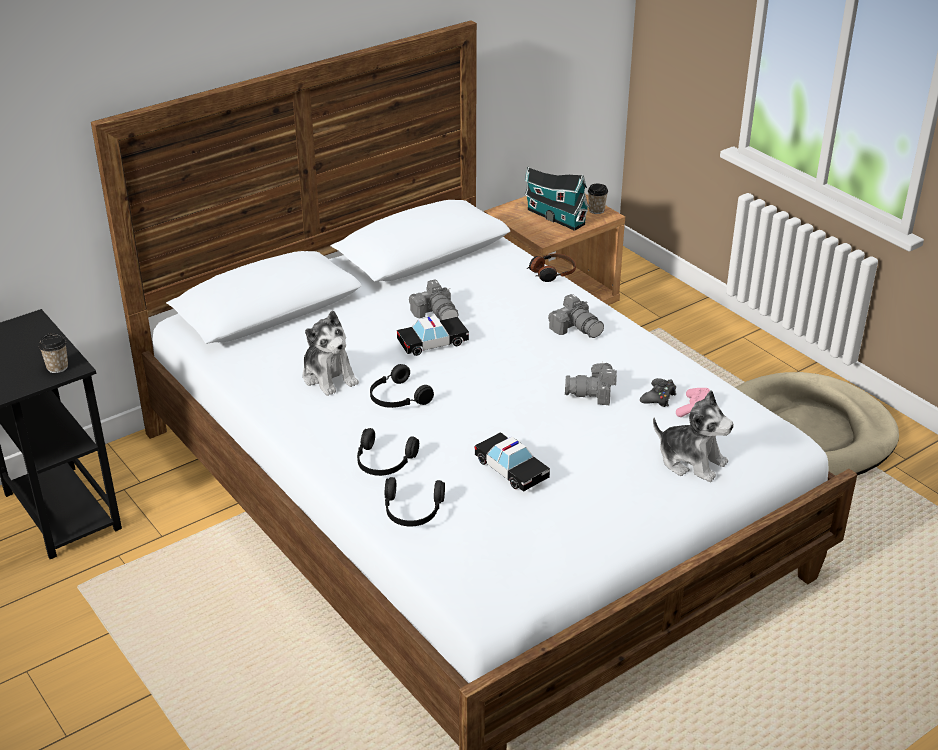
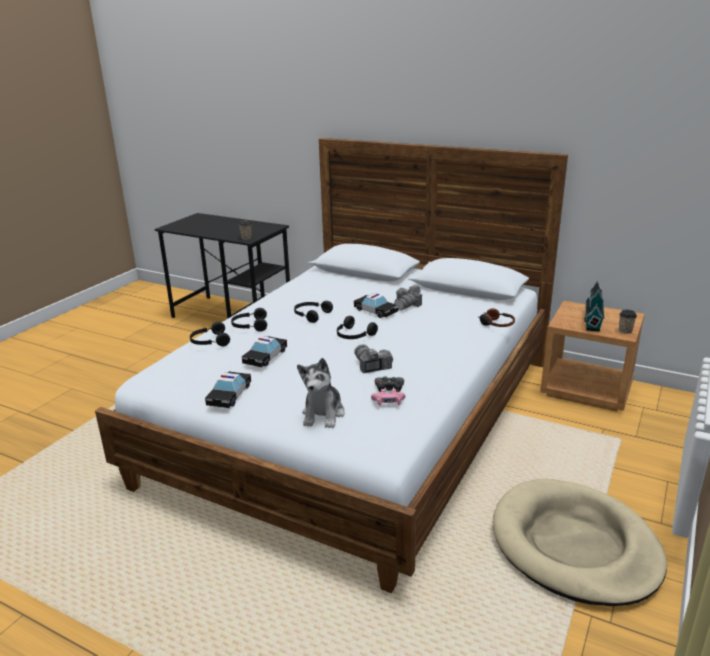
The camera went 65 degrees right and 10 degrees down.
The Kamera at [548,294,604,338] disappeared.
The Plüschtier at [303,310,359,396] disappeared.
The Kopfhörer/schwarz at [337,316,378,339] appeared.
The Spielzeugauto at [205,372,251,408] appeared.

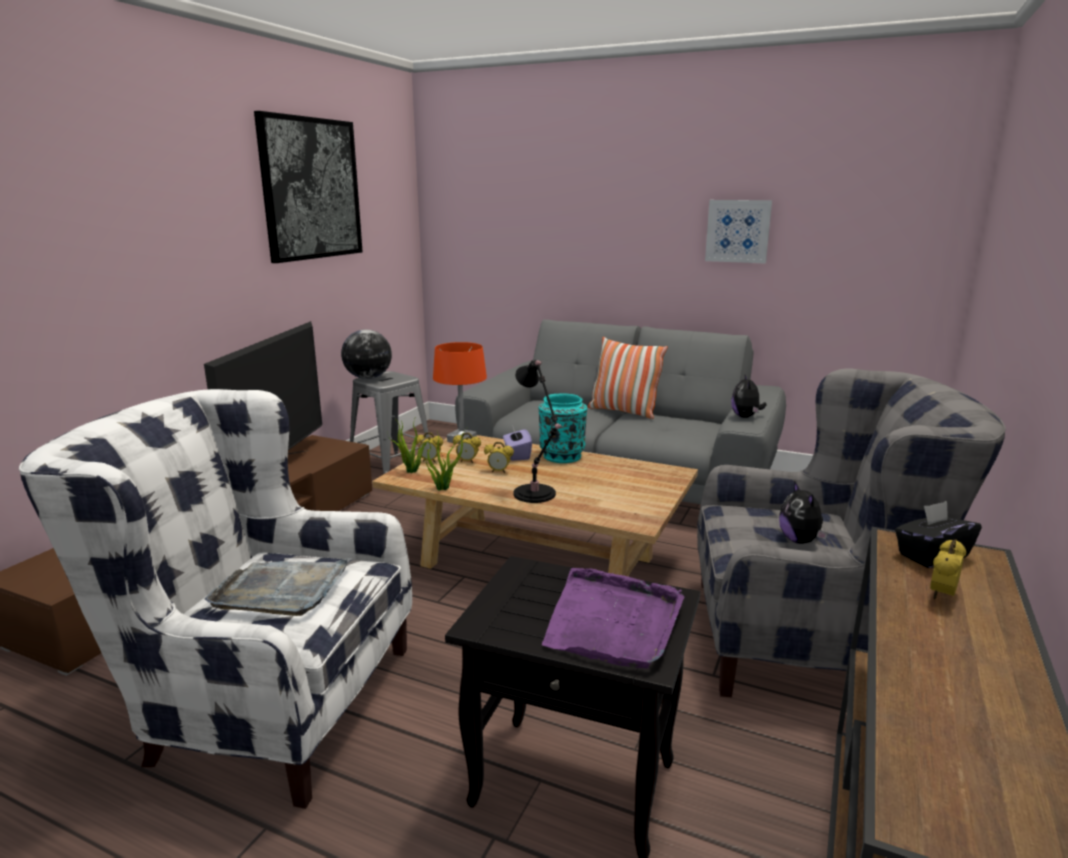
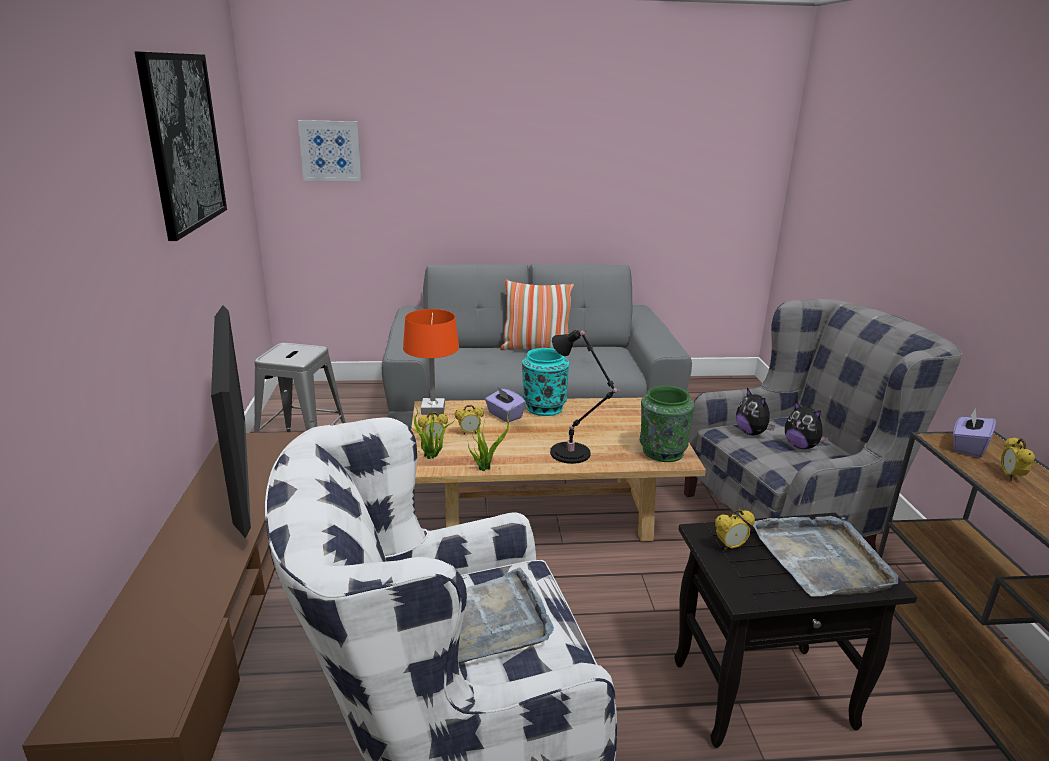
The camera went 30 degrees left and 5 degrees up.
The Bild moved from [705,200,772,263] to [298,120,362,181].
The Globus at [341,329,392,379] disappeared.
The Plüschtier moved from [731,375,766,418] to [736,388,775,435].
The Wecker moved from [484,442,514,473] to [715,509,755,551].
The Taschentuchbox/schwarz at [895,501,982,568] became the Taschentuchbox/lila at [953,407,996,458].
The Tablett/lila at [542,568,684,669] became the Tablett/grau at [753,516,898,596].
The Vase/grün at [640,386,695,462] appeared.

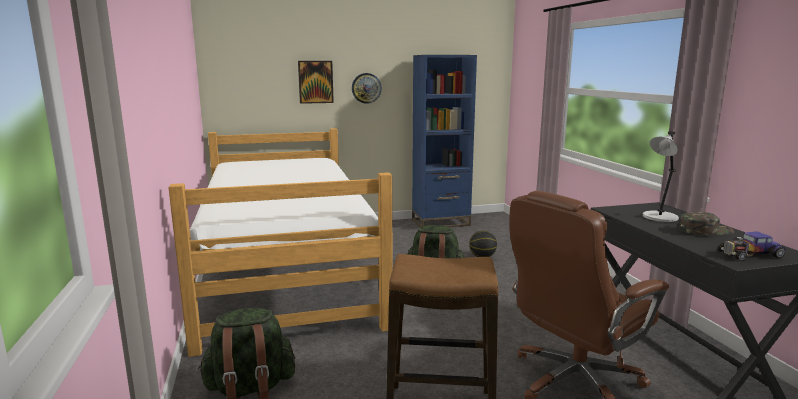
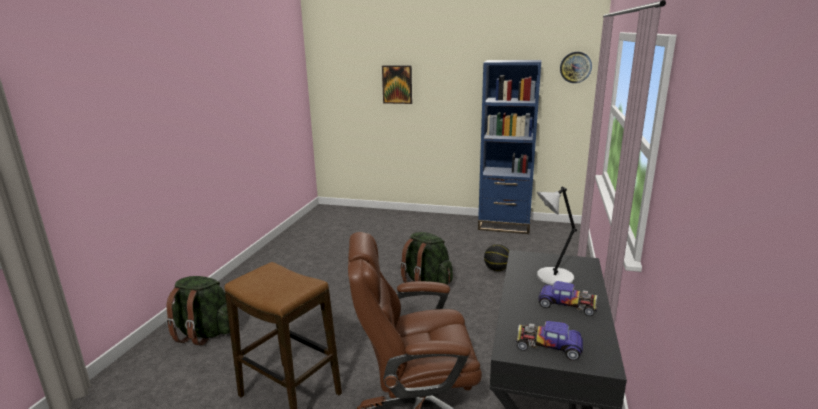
The camera went 30 degrees right and 5 degrees up.
The Wanduhr moved from [352,73,381,104] to [560,52,592,83].
The Bett at [168,128,392,357] disappeared.
The Kappe/grün at [679,212,734,235] was replaced by the Spielzeugauto at [538,281,597,316].

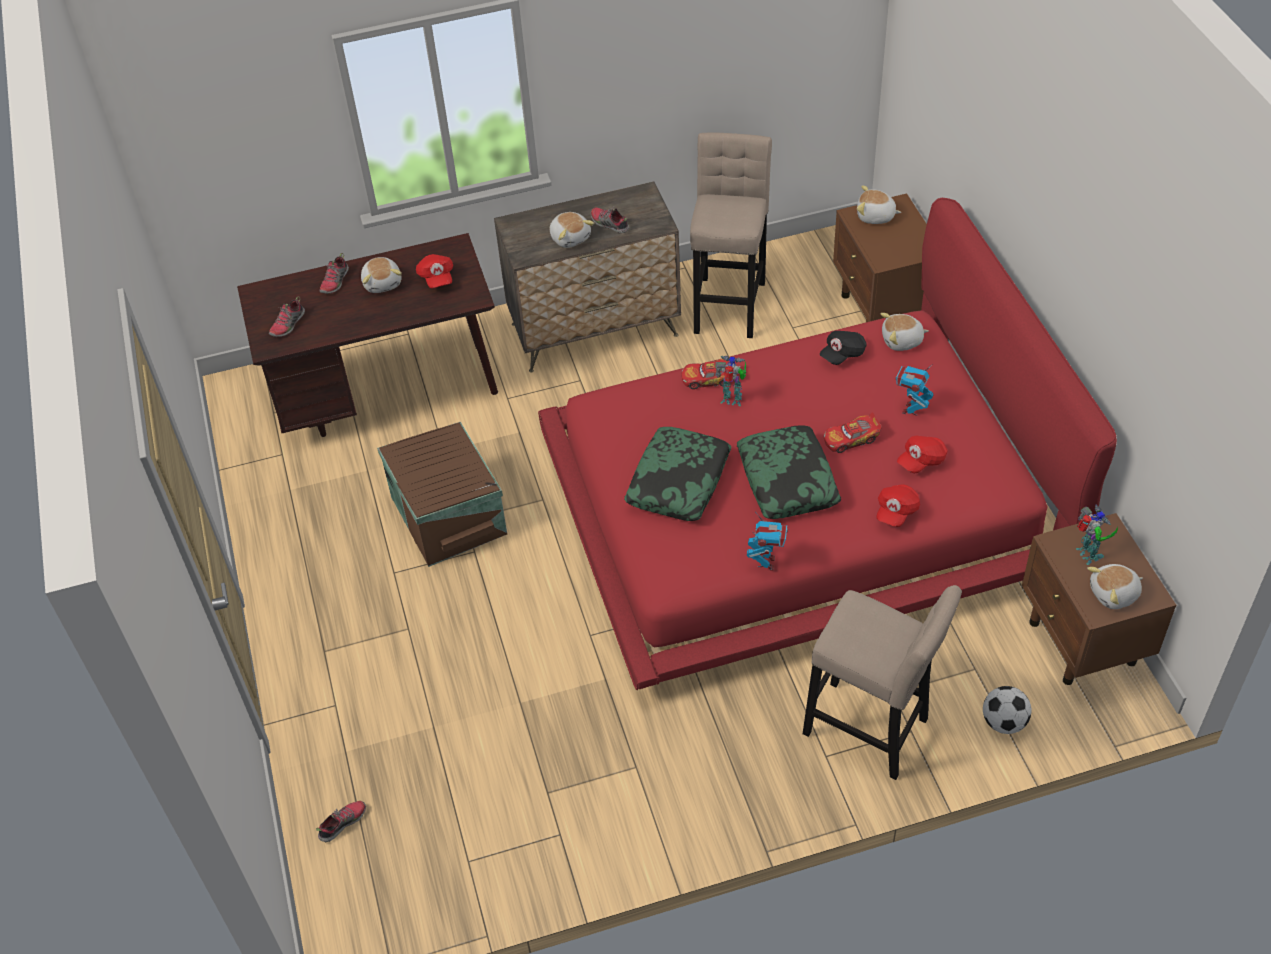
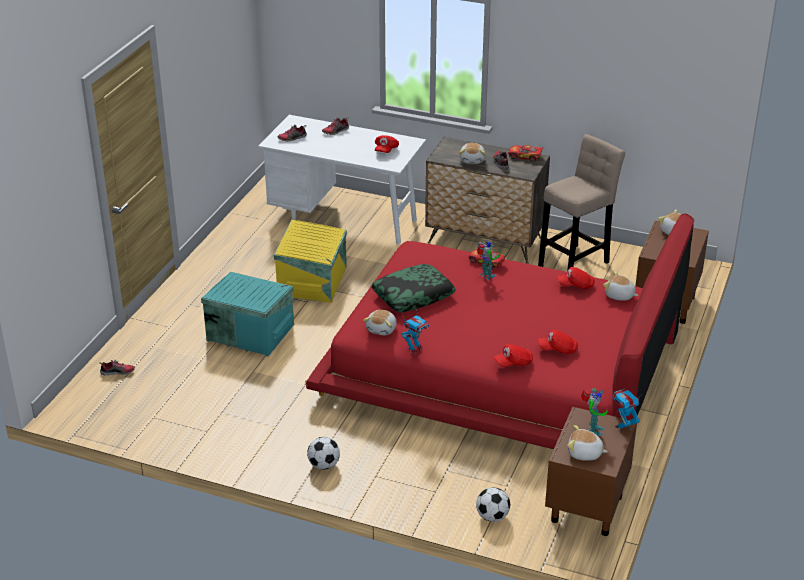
The camera went 35 degrees right and 15 degrees down.
The Schreibtisch/braun at [237,233,498,437] became the Schreibtisch/weiß at [258,115,426,244].
The Plüschtier moved from [361,257,402,293] to [363,310,396,335].
The Kappe/schwarz at [820,331,867,365] became the Kappe/rot at [557,267,595,289].
The Spielzeugroboter moved from [895,364,934,416] to [613,389,642,433].
The Spielzeugauto moved from [824,413,882,453] to [508,145,544,162].
The Aufbewahrungsbox/braun at [377,422,507,567] became the Aufbewahrungsbox/gelb at [274,220,347,303].
The Kissen at [737,425,841,519] disappeared.
The Hocker/beige at [803,585,962,780] disappeared.
The Aufbewahrungsbox/türkis at [201,272,294,357] appeared.
The Fußball at [307,437,340,470] appeared.

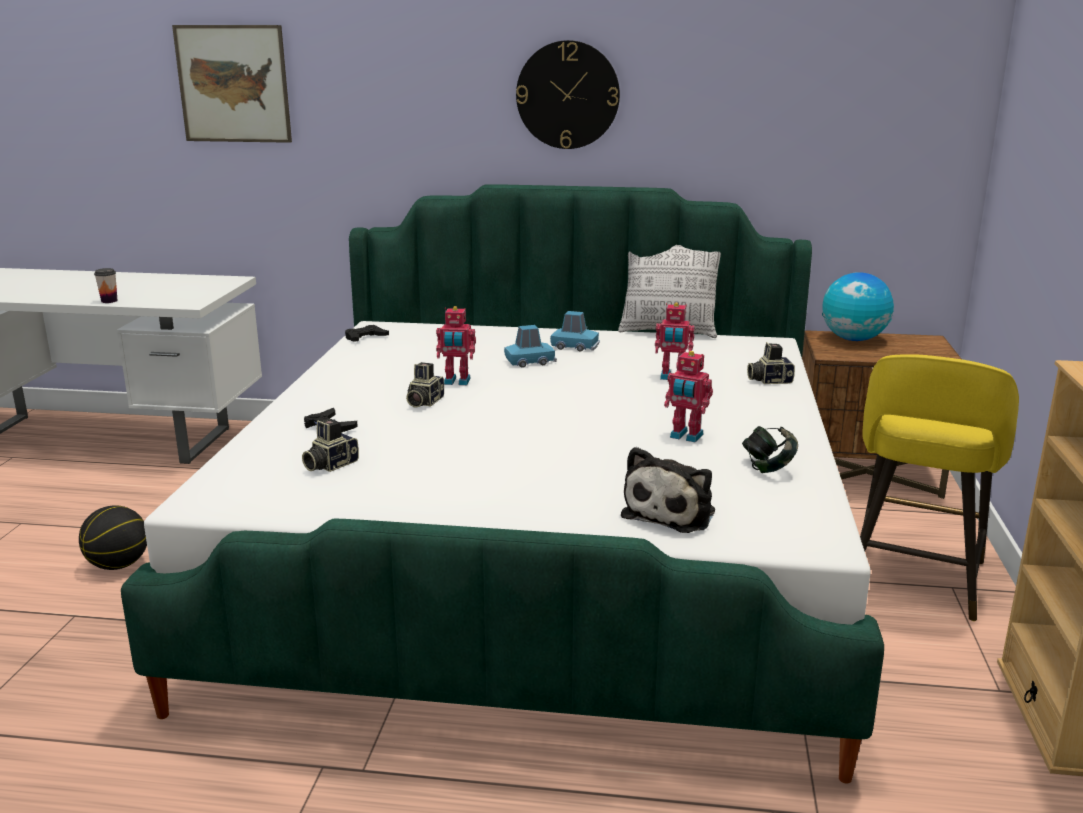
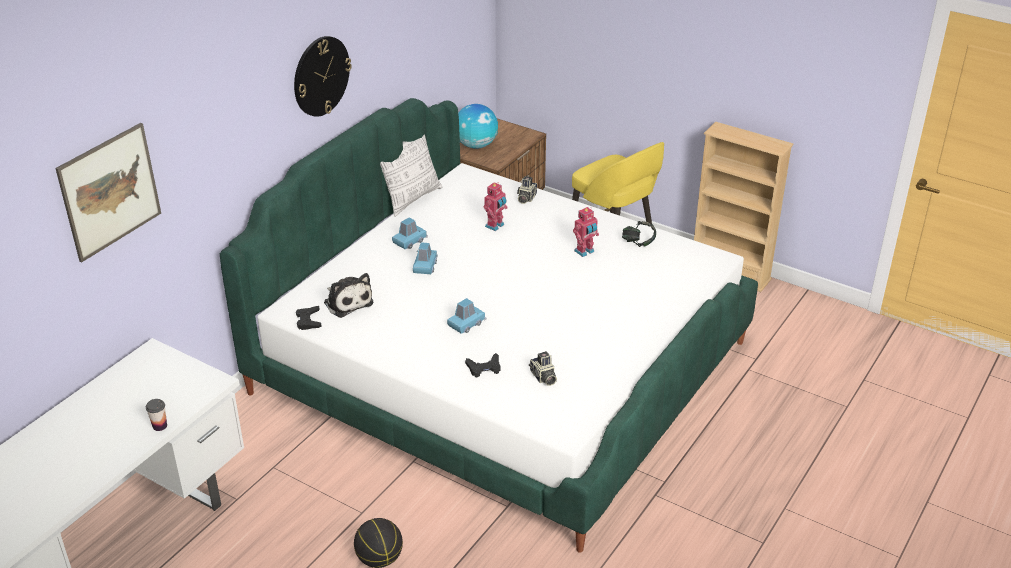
The camera went 65 degrees left and 15 degrees up.
The Spielzeugroboter at [436,306,476,385] disappeared.
The Kamera at [406,362,444,407] was replaced by the Spielzeugauto/blau at [447,298,486,334].
The Plüschtier moved from [621,447,715,533] to [324,273,373,318].

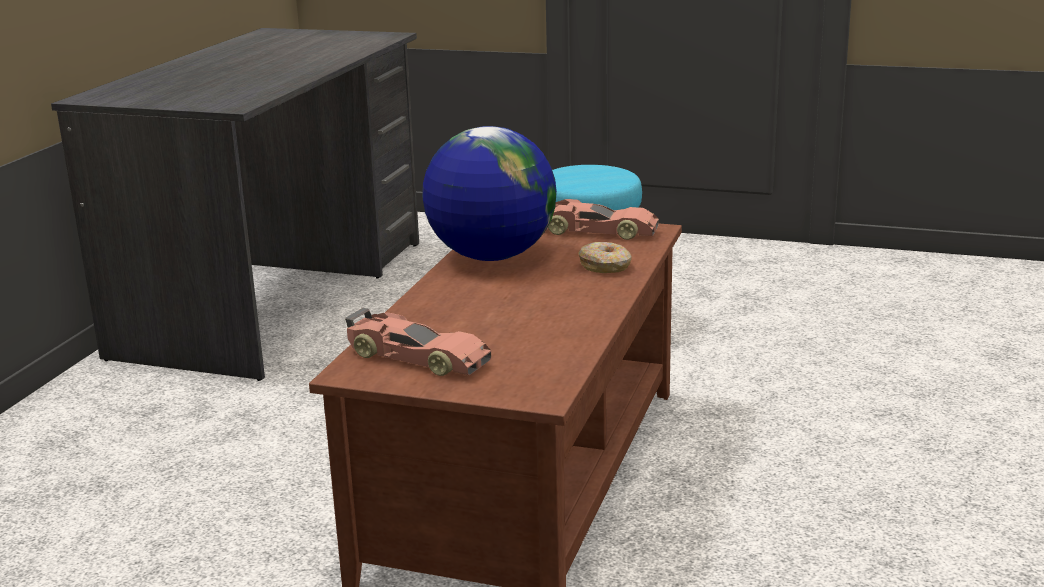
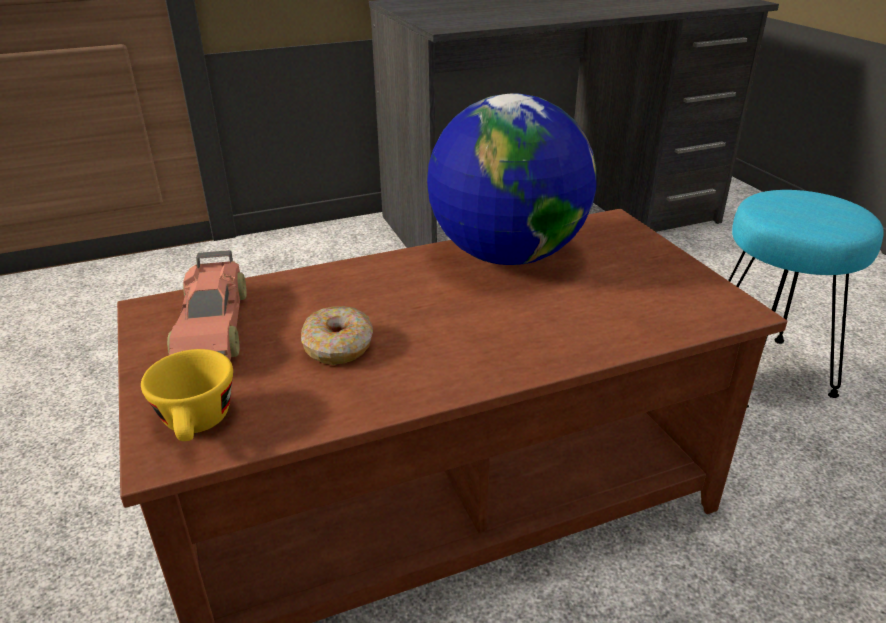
The camera went 50 degrees right and 10 degrees up.
The Spielzeugauto at [546,199,659,240] disappeared.
The Donut moved from [578,242,632,273] to [301,306,373,365].
The Tasse/gelb at [141,349,233,441] appeared.

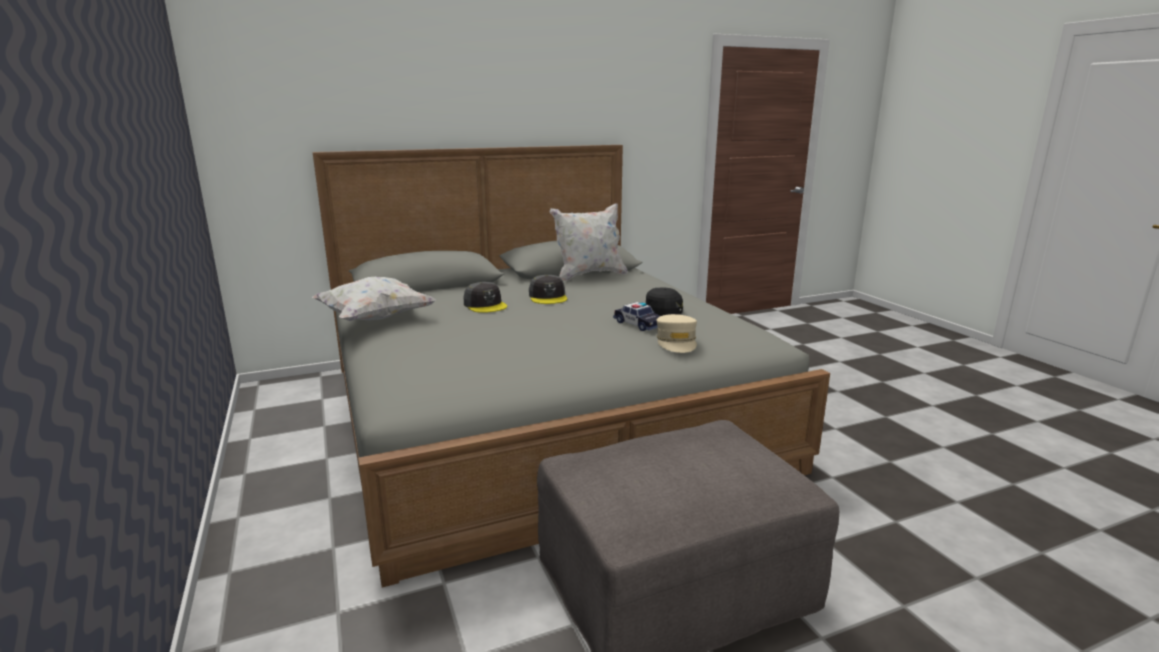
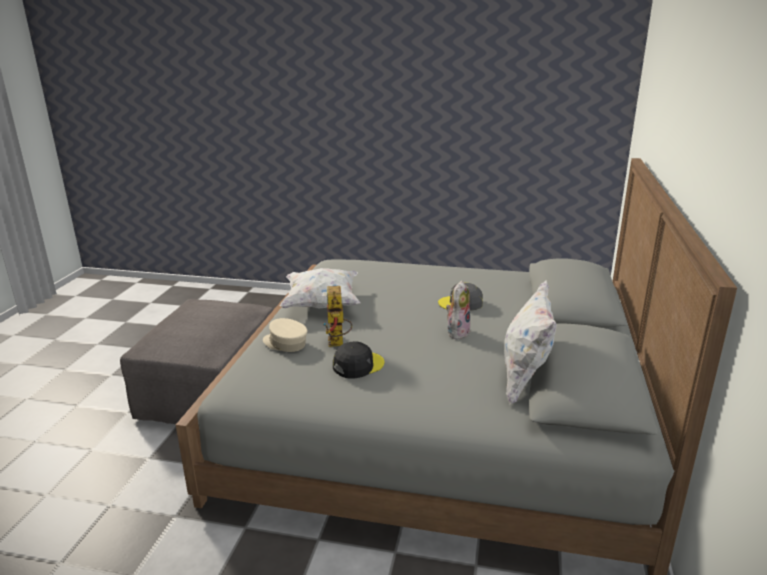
The camera went 125 degrees right and 5 degrees up.
The Kappe/grau at [529,275,567,304] was replaced by the Plüschtier at [446,281,470,339].
The Kissen/weiß moved from [312,277,436,321] to [280,268,360,308].
The Spielzeugauto at [613,302,660,331] was replaced by the Spielzeugroboter at [323,286,352,347].

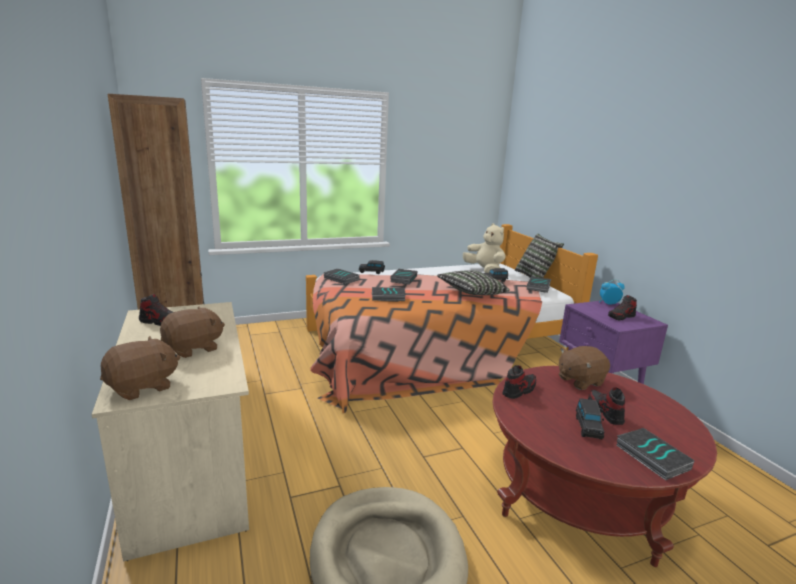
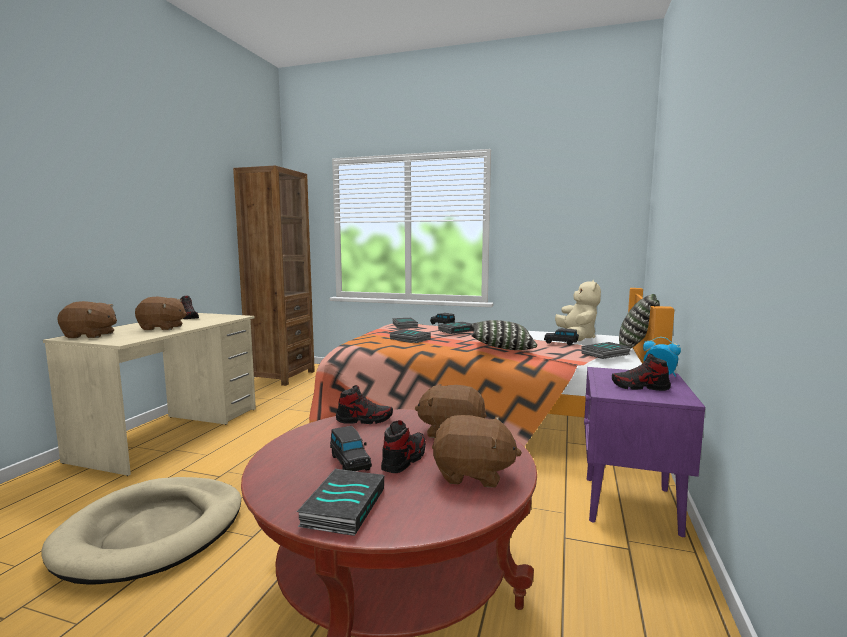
The camera went 40 degrees right and 10 degrees down.
The Spielzeugauto/schwarz at [576,398,604,439] turned 75 degrees counterclockwise.
The Plüschtier/braun at [432,415,522,488] appeared.

